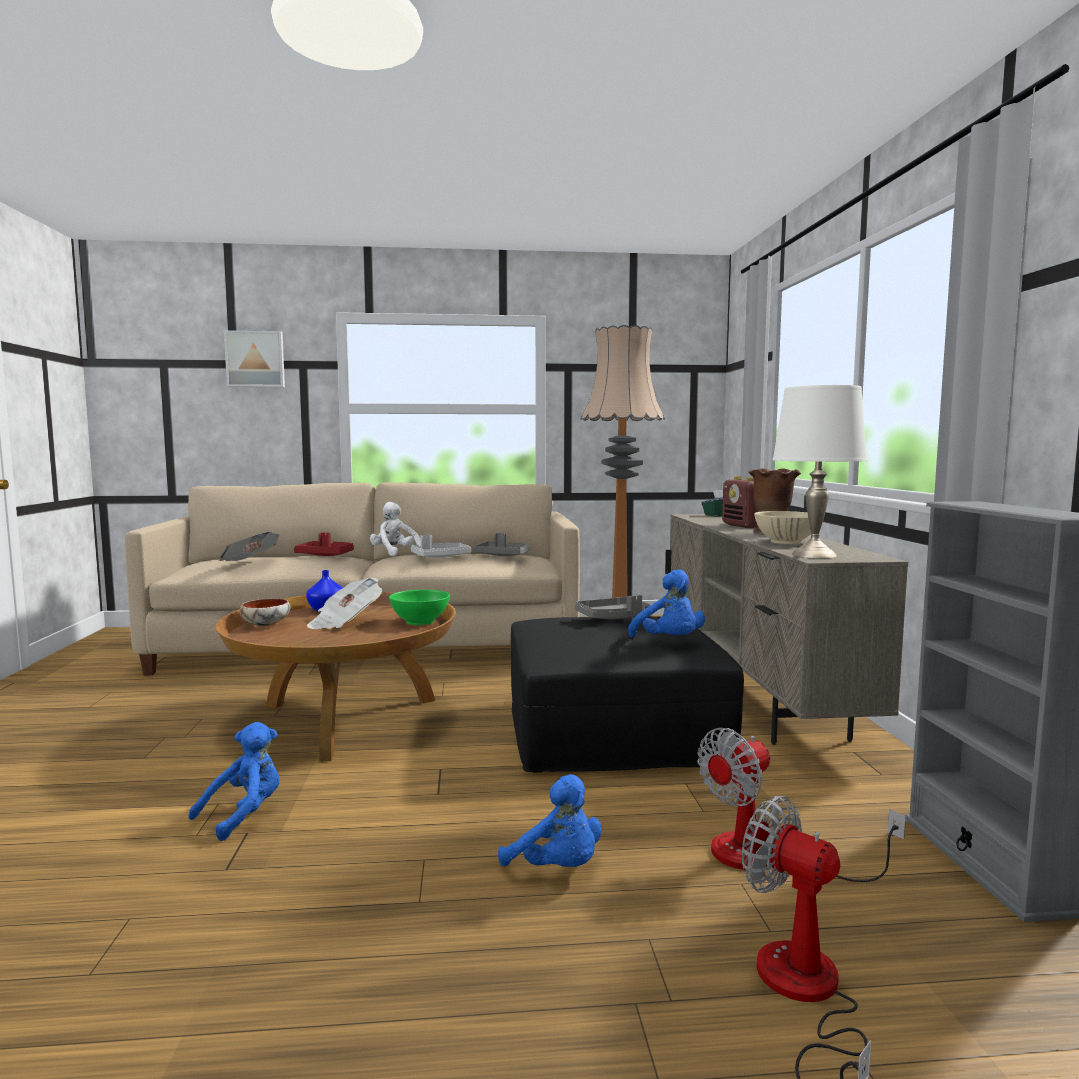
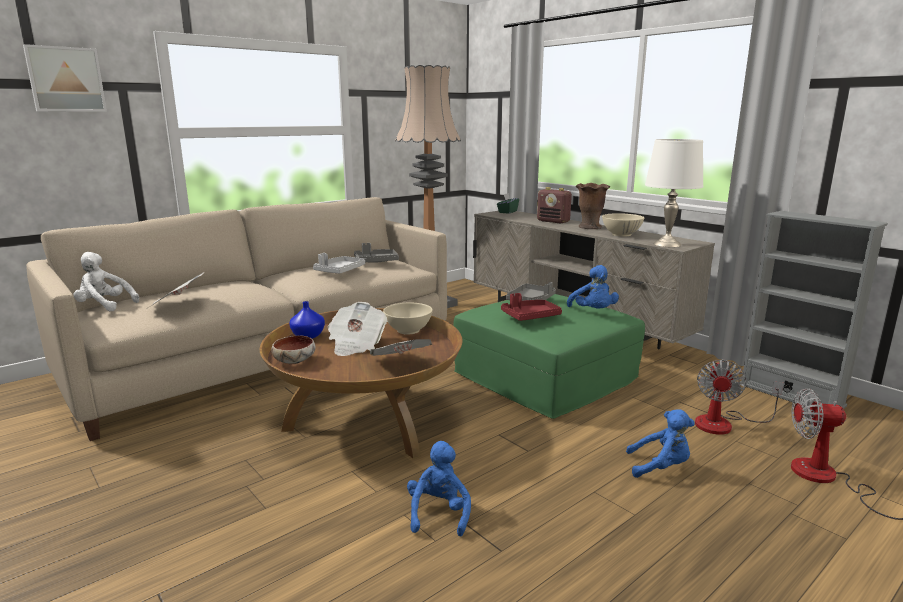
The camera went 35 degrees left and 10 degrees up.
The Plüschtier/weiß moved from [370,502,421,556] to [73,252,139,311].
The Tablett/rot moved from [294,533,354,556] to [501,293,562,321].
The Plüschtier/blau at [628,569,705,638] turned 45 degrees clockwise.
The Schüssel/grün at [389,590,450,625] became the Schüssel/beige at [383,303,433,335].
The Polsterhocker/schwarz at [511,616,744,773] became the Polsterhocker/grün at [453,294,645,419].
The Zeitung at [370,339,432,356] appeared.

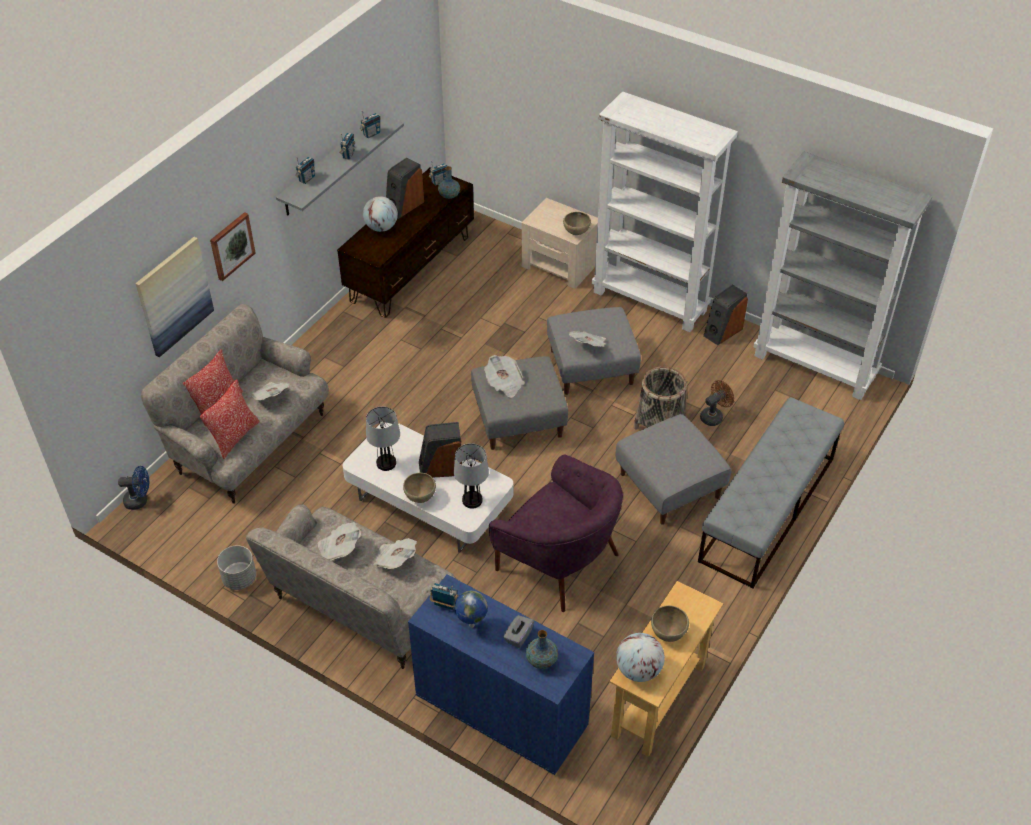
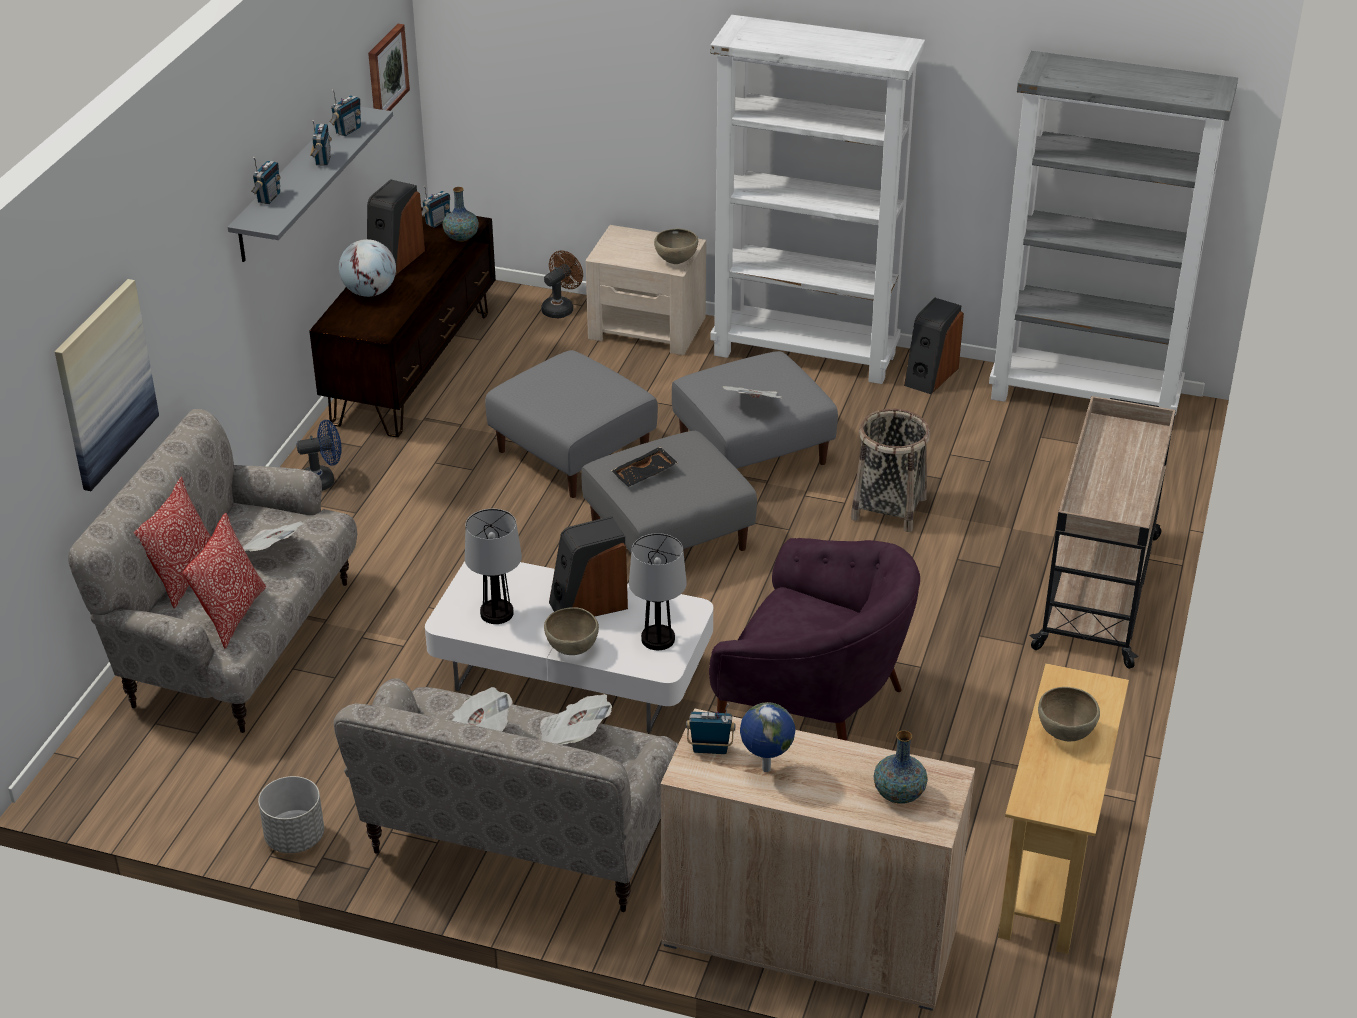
The camera went 15 degrees left and 10 degrees down.
The Bild moved from [210,212,256,281] to [368,24,410,111].
The Zeitung at [484,355,525,398] was replaced by the Tablett/schwarz at [611,447,678,487].
The Ventilator/braun moved from [700,380,734,426] to [541,250,583,318].
The Bank/grau at [698,397,844,589] was replaced by the Rollwagen/beige at [1029,396,1176,669].
The Polsterhocker/grau moved from [616,414,731,525] to [485,350,658,498].
The Ventilator/blau moved from [118,466,149,510] to [296,420,341,491].
The Schrank/blau at [408,574,594,775] became the Schrank/beige at [660,709,975,1011].
The Taschentuchbox/grau at [503,615,534,648] disappeared.
The Globus at [616,633,665,682] disappeared.

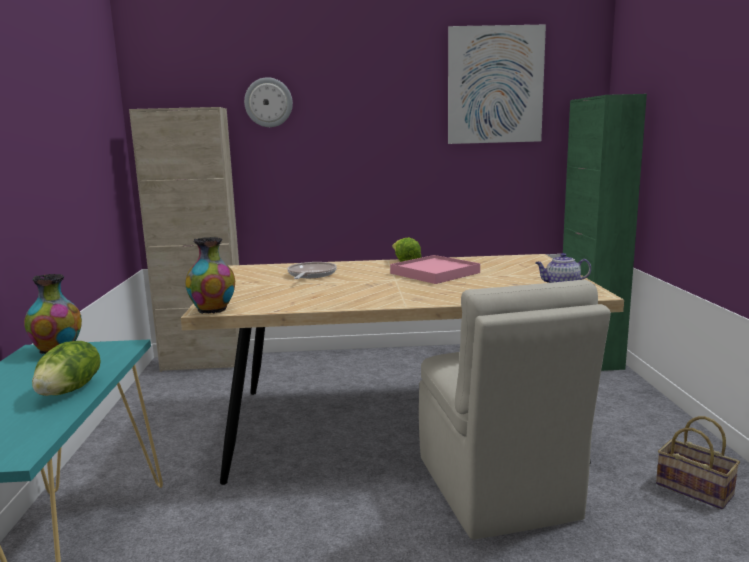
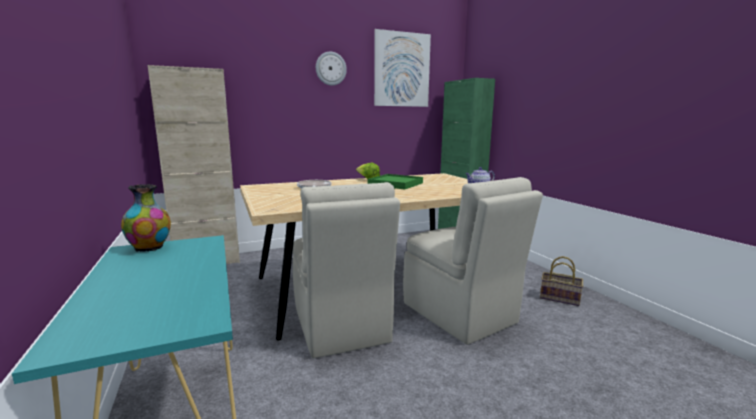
The camera went 20 degrees left and 0 degrees up.
The Wanduhr moved from [244,77,293,127] to [316,52,347,86].
The Vase at [186,237,235,314] disappeared.
The Tablett/rosa at [390,255,480,284] became the Tablett/grün at [367,174,423,190].
The Salatkopf at [32,341,100,396] disappeared.
The Stuhl/beige at [293,182,400,358] appeared.

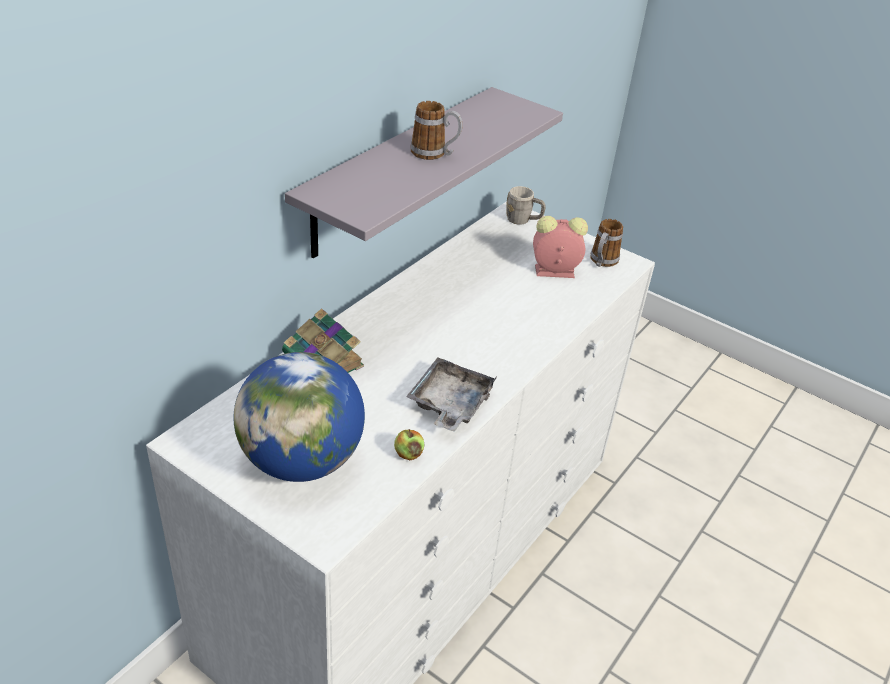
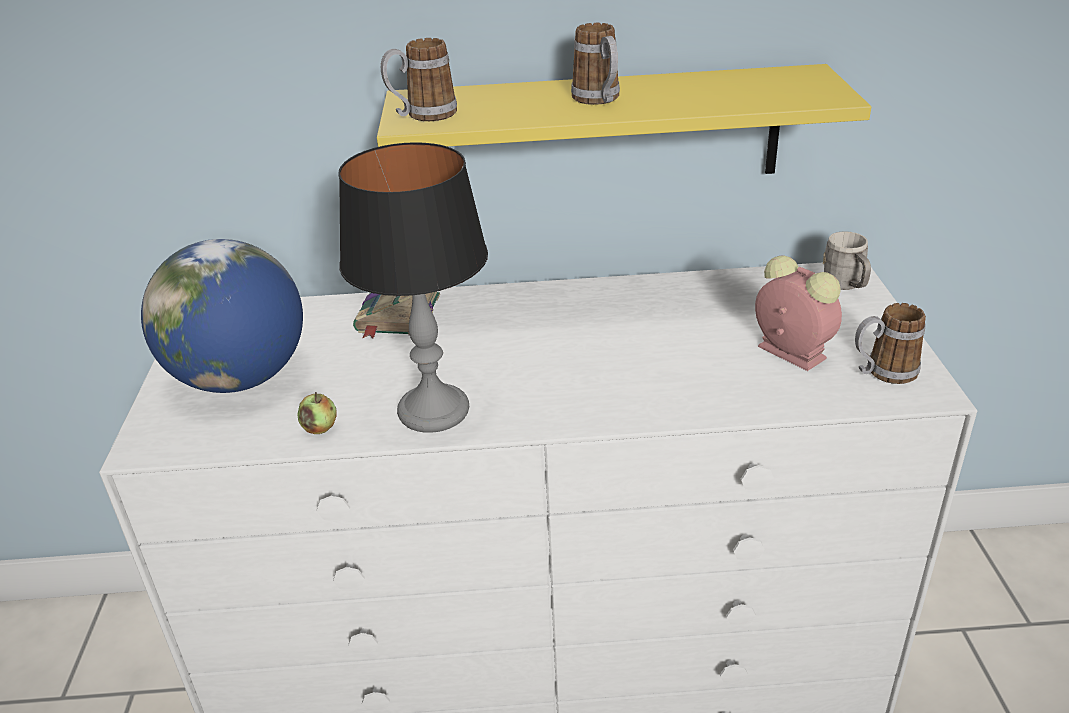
The camera went 55 degrees right and 5 degrees down.
The Wandregal/grau at [285,87,563,258] became the Wandregal/gelb at [377,64,871,174].
The Tablett/grau at [406,357,498,432] was replaced by the Tischlampe at [339,142,488,433].
The Henkelbecher at [381,38,457,121] appeared.

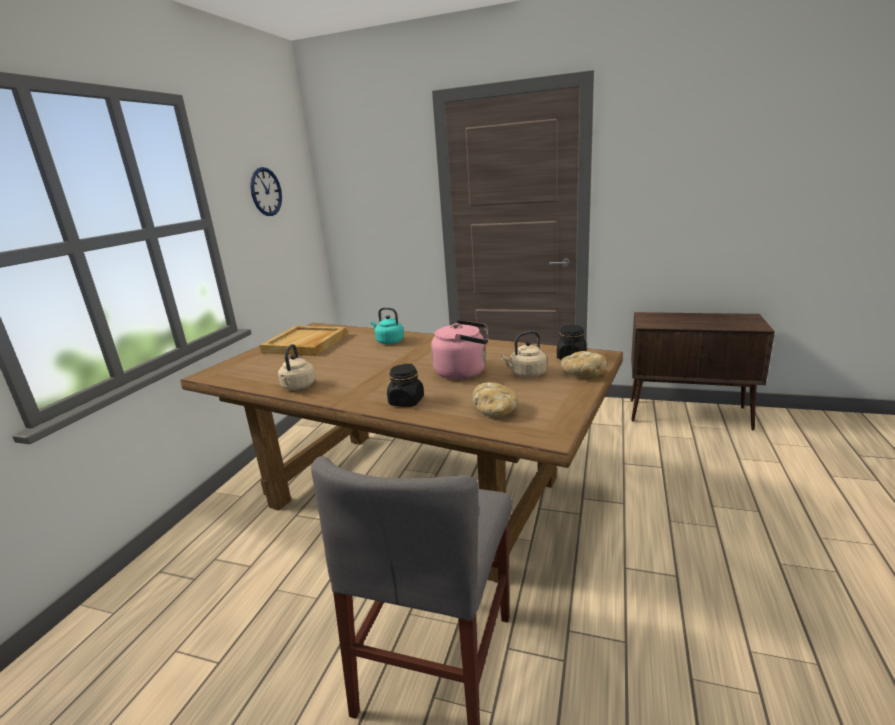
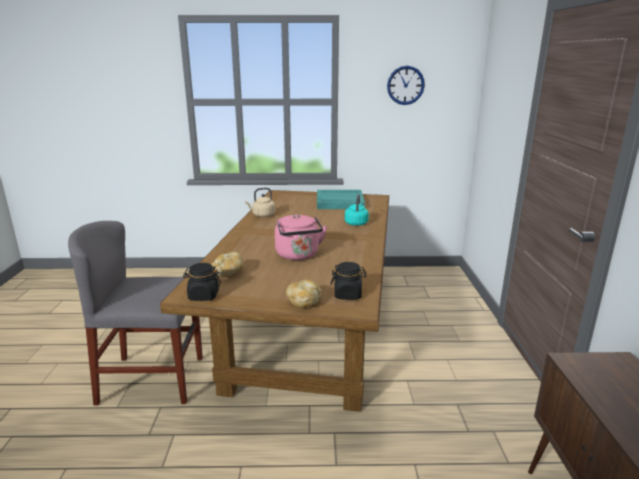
The camera went 70 degrees right and 0 degrees up.
The Tablett/beige at [260,326,347,356] became the Tablett/türkis at [317,190,365,209].
The Wasserkessel/beige at [501,331,547,377] disappeared.
The Vorratsglas/schwarz moved from [387,364,424,407] to [183,263,221,301].

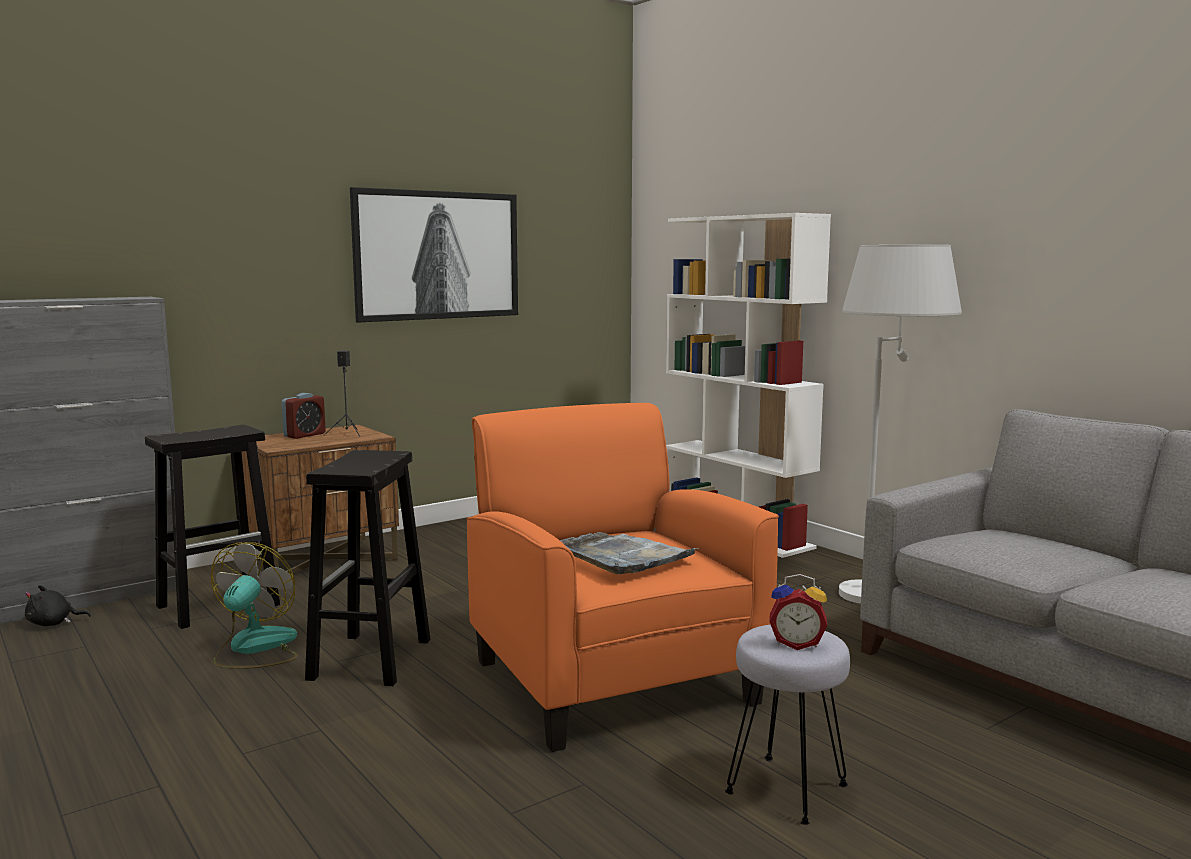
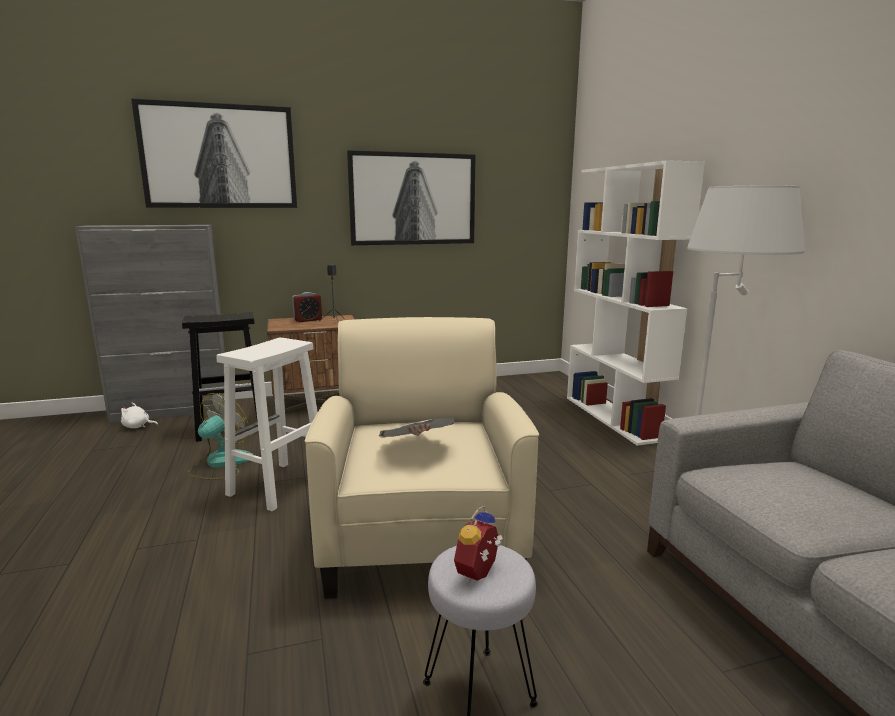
The camera went 20 degrees right and 5 degrees up.
The Sessel/orange at [467,403,779,752] became the Sessel/beige at [305,317,539,599].
The Hocker/schwarz at [305,450,430,686] became the Hocker/weiß at [216,337,318,511].
The Tablett/grau at [560,532,700,574] was replaced by the Zeitung at [379,418,455,438].
The Wecker at [769,574,827,650] turned 90 degrees clockwise.
The Plüschtier/schwarz at [25,585,91,626] became the Plüschtier/weiß at [121,402,158,428].
The Bild at [131,98,297,208] appeared.

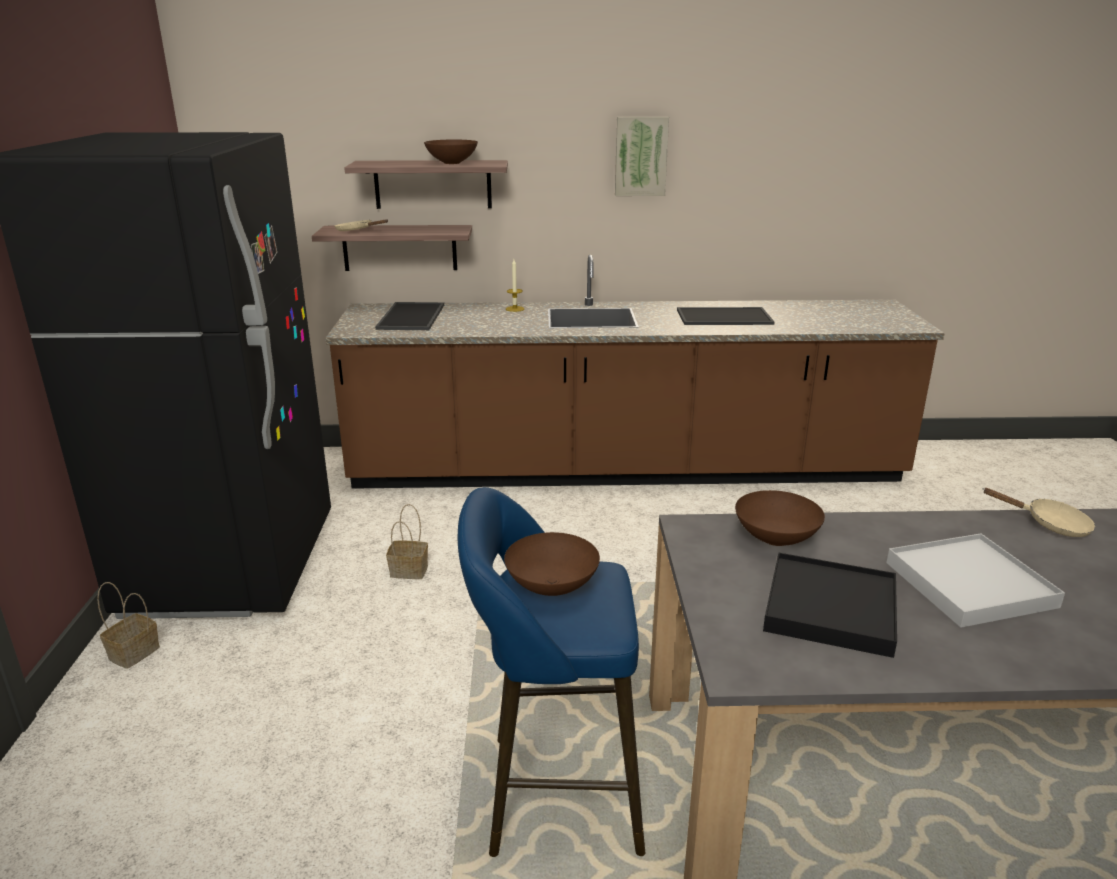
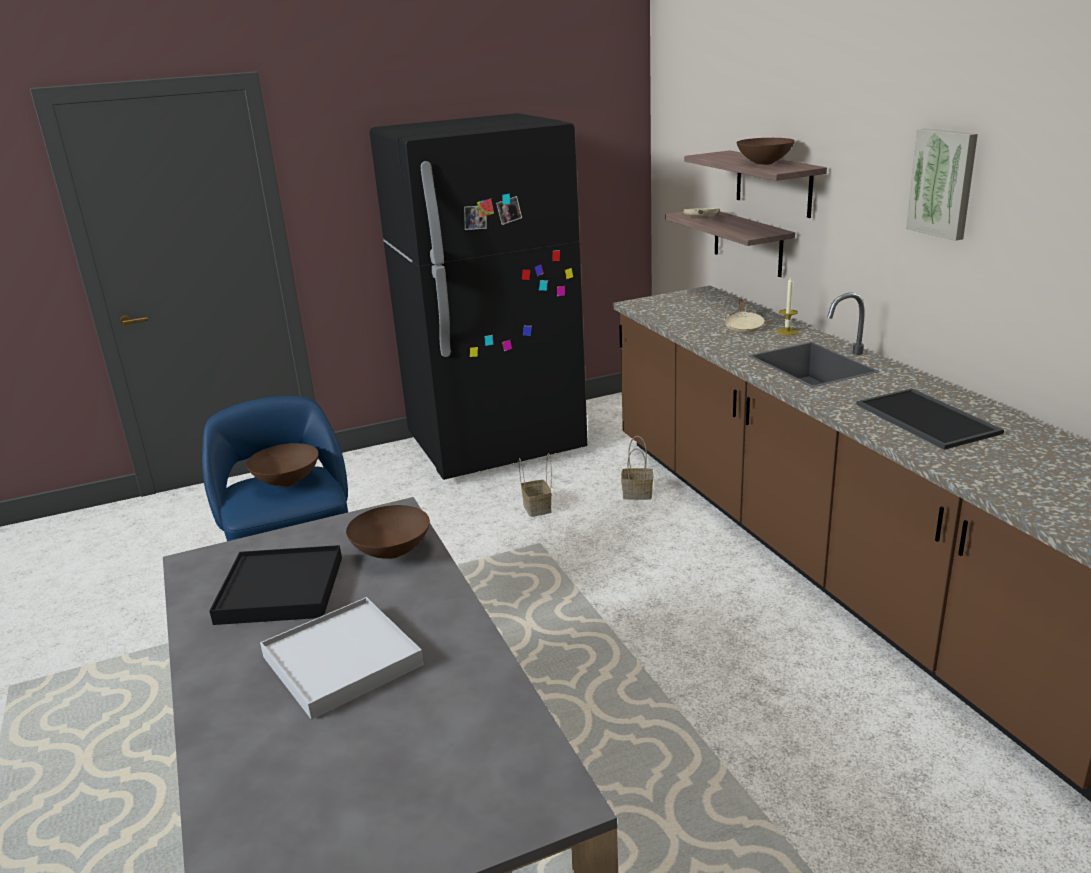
The camera went 70 degrees right and 0 degrees up.
The Tablett at [375,302,444,330] disappeared.
The Pfanne/beige moved from [983,488,1095,537] to [724,299,765,333].
The Korb moved from [97,582,160,669] to [621,436,653,500].

